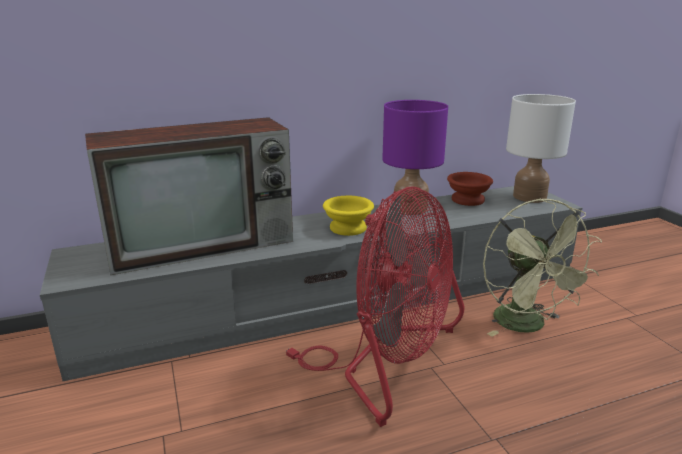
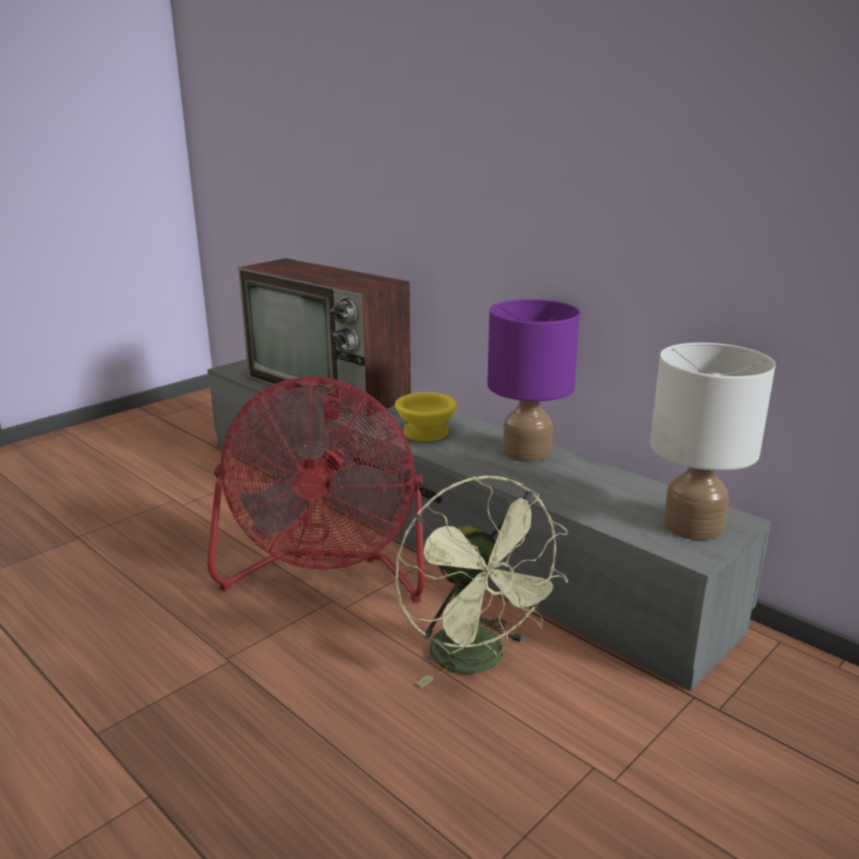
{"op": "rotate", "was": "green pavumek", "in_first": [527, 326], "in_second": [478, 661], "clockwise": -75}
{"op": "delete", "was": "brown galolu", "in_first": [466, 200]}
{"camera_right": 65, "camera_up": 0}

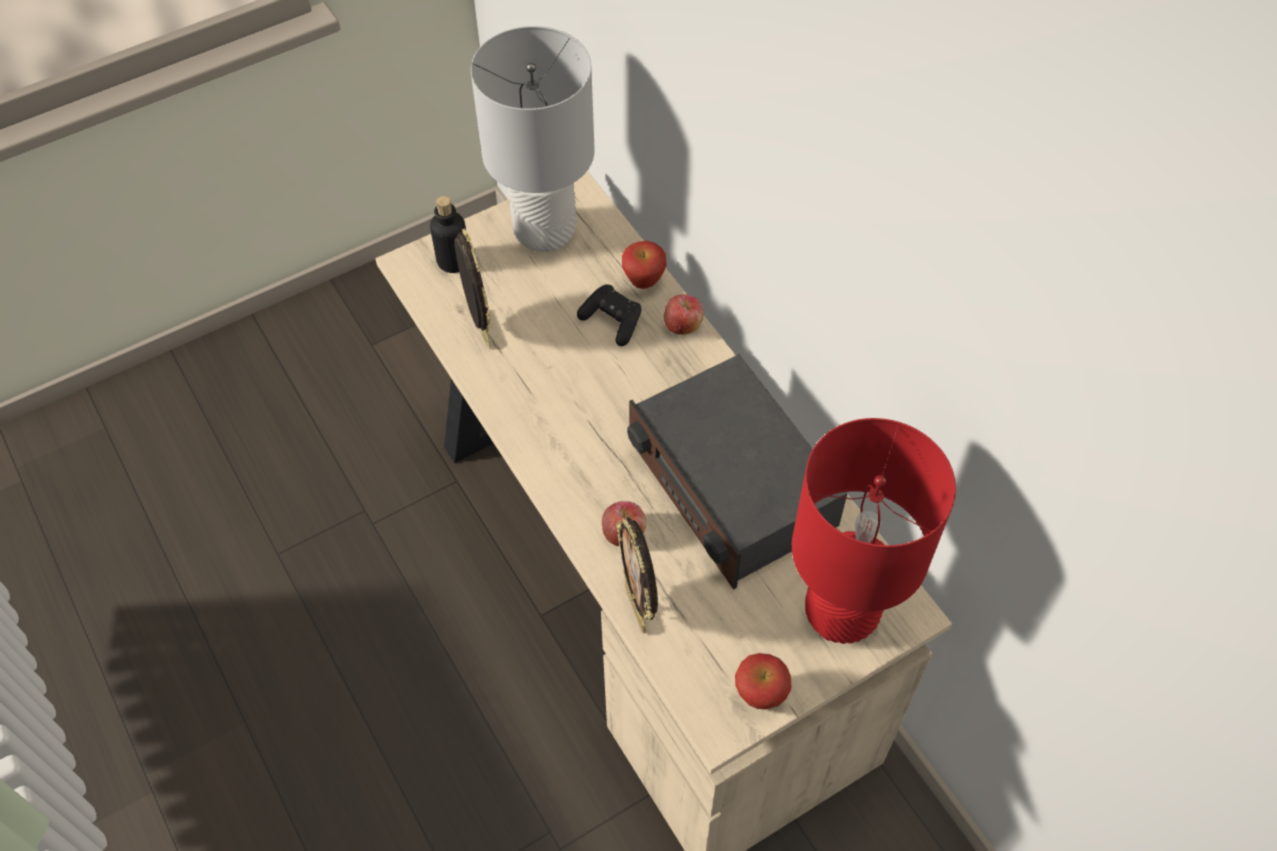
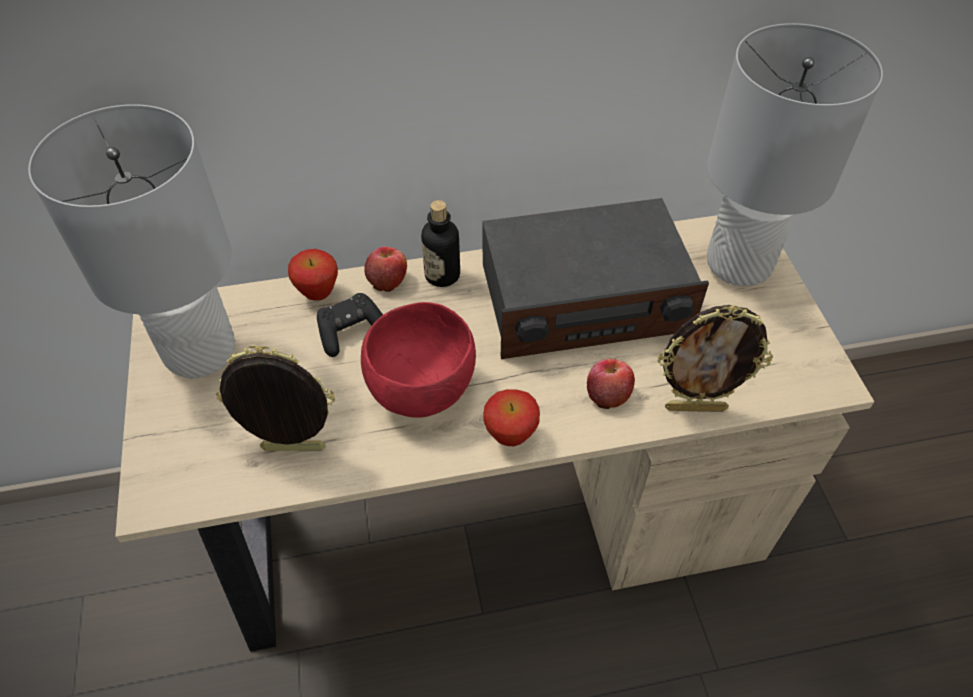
{"op": "insert", "now": "red galolu", "in_second": [420, 390]}
{"op": "move", "was": "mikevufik", "in_first": [453, 261], "in_second": [442, 275]}
{"op": "move", "was": "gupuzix", "in_first": [760, 696], "in_second": [510, 437]}
{"op": "recolor", "was": "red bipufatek", "now": "grey bipufatek", "in_first": [839, 614], "in_second": [736, 269]}
{"camera_right": -70, "camera_up": -5}

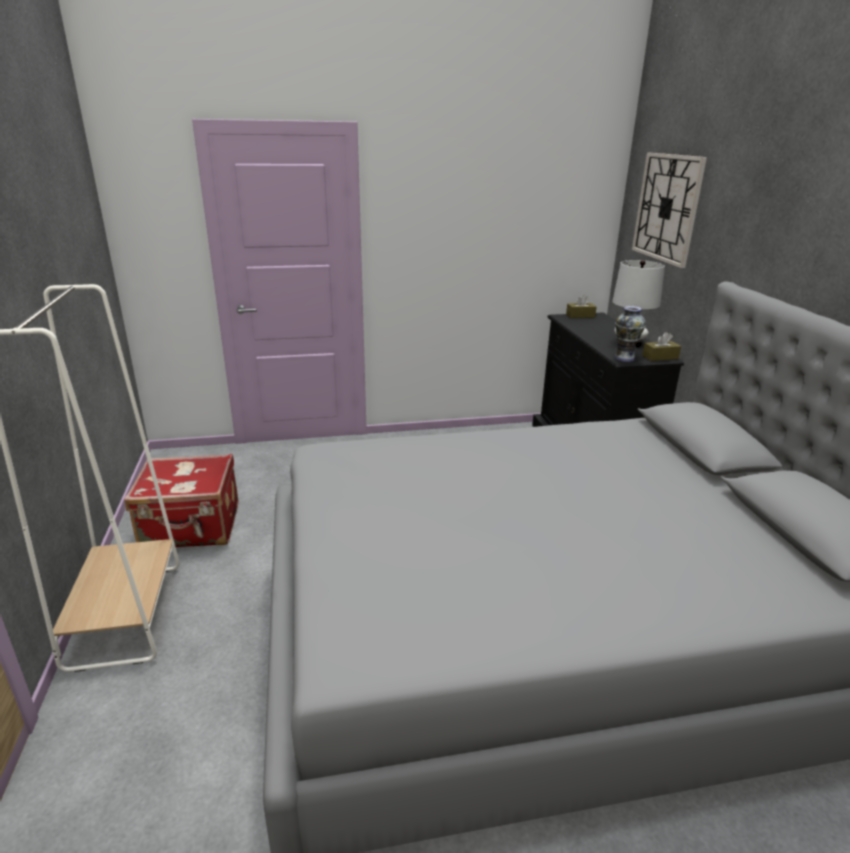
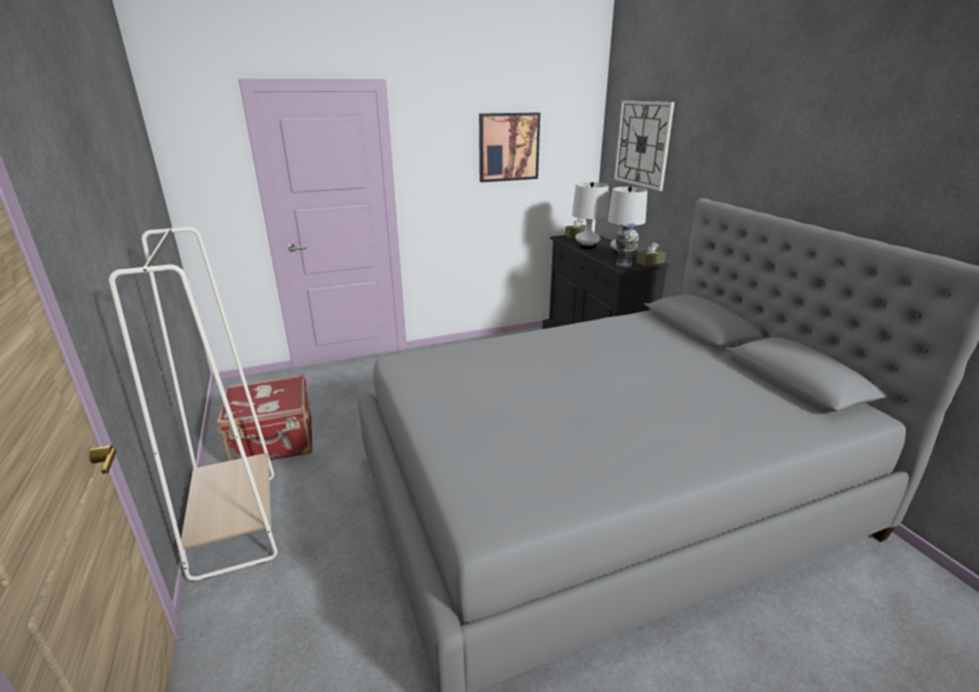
{"op": "insert", "now": "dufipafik", "in_second": [508, 147]}
{"op": "insert", "now": "white bipufatek", "in_second": [587, 246]}
{"camera_right": -10, "camera_up": 0}

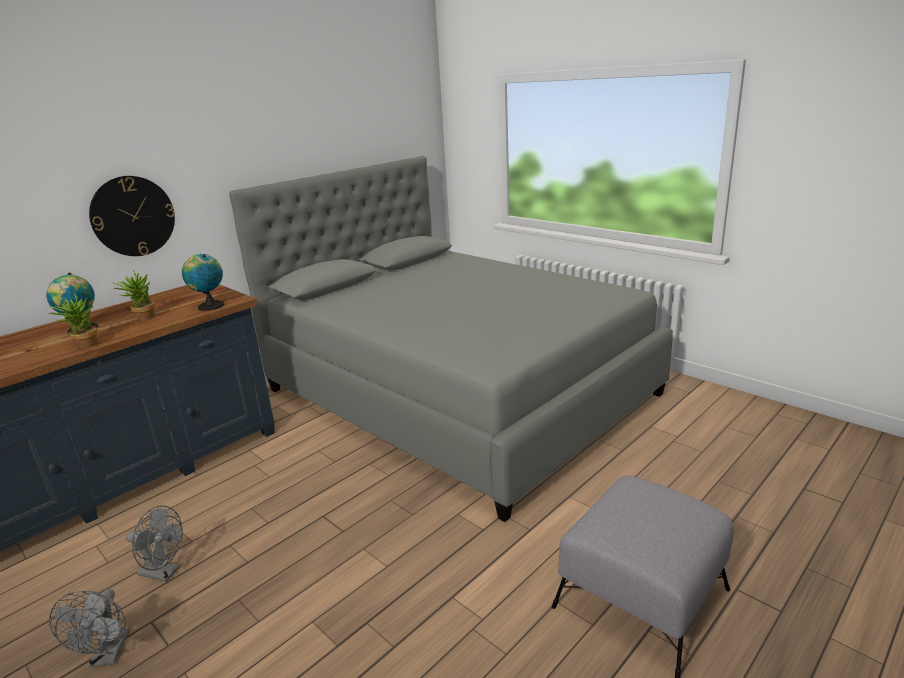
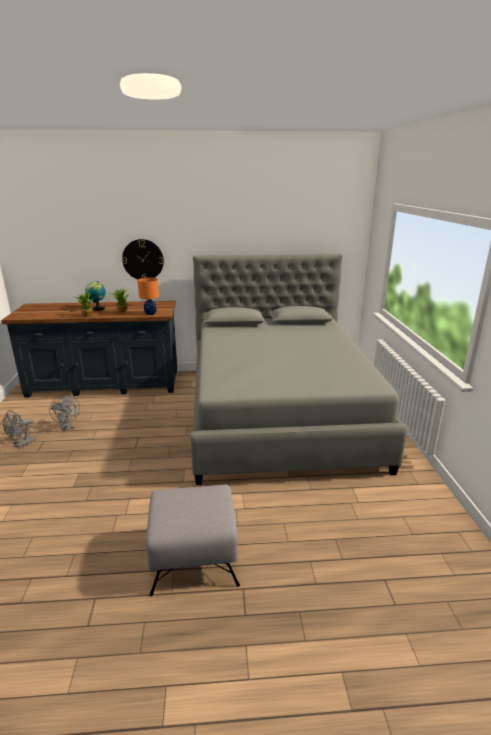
{"op": "replace", "was": "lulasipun", "now": "orange bipufatek", "in_first": [209, 306], "in_second": [150, 313]}
{"camera_right": 40, "camera_up": 0}

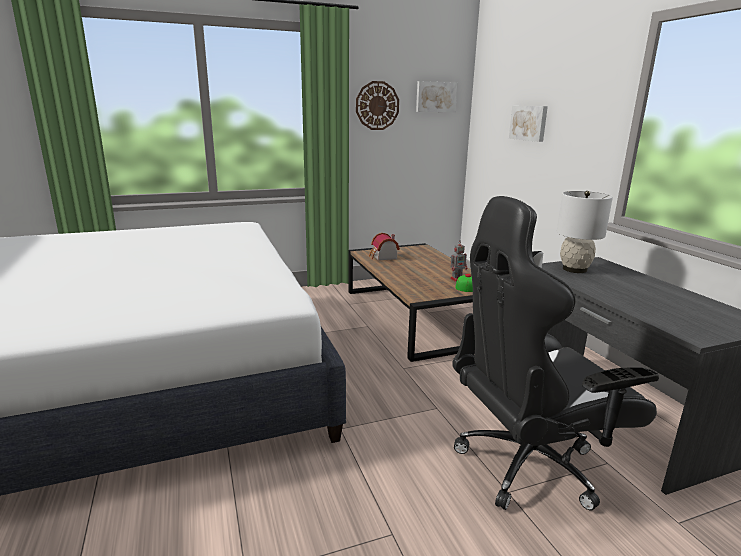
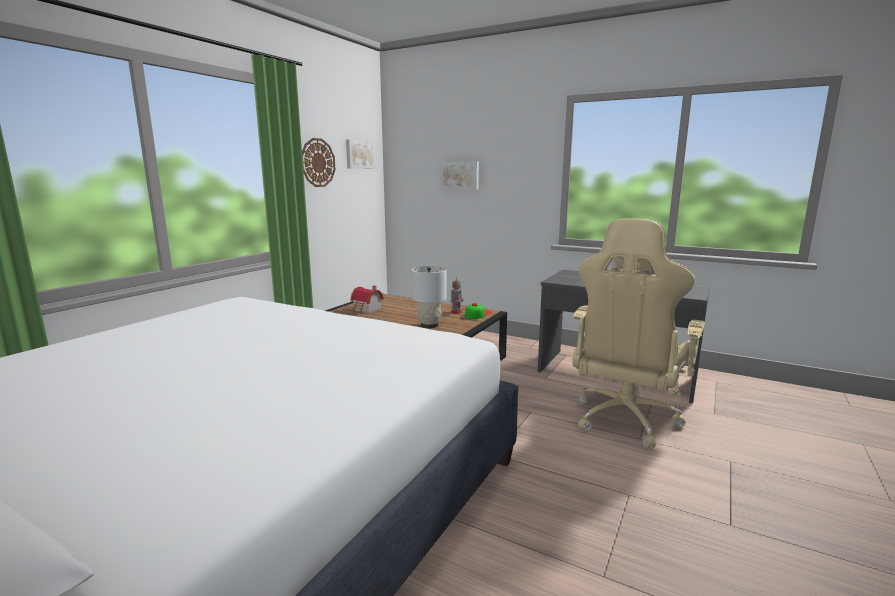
{"op": "move", "was": "white bipufatek", "in_first": [574, 269], "in_second": [429, 325]}
{"op": "recolor", "was": "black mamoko", "now": "beige mamoko", "in_first": [534, 462], "in_second": [625, 417]}
{"camera_right": -40, "camera_up": -5}

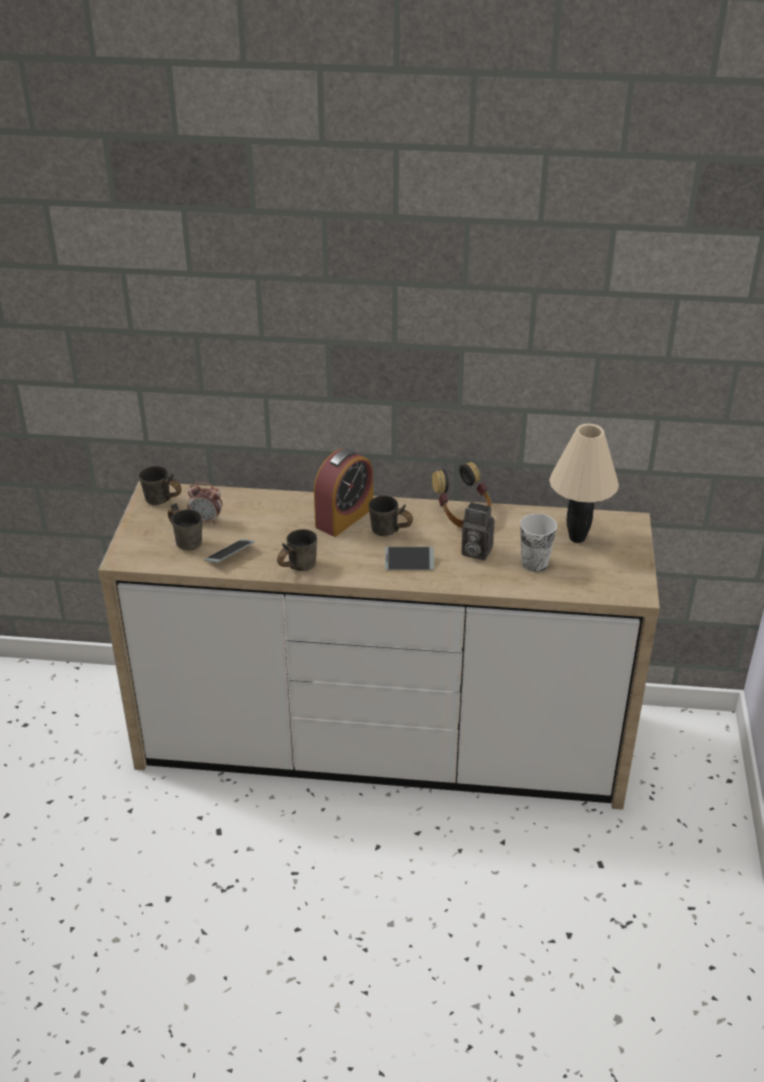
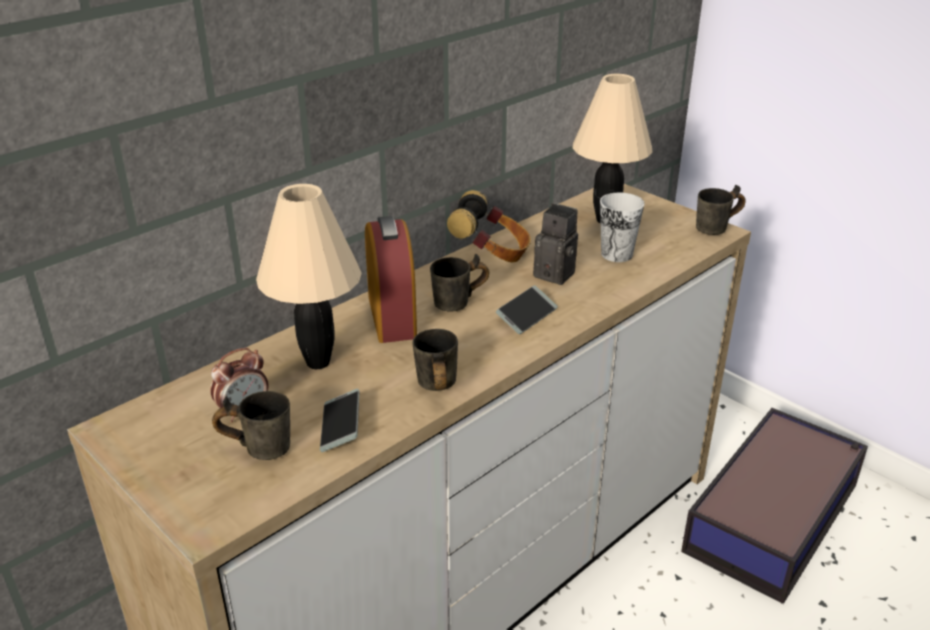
{"op": "insert", "now": "beige bipufatek", "in_second": [317, 362]}
{"op": "rotate", "was": "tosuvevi", "in_first": [474, 551], "in_second": [557, 274], "clockwise": -120}
{"op": "insert", "now": "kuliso", "in_second": [774, 516]}
{"op": "move", "was": "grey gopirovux", "in_first": [161, 503], "in_second": [718, 230]}
{"camera_right": -50, "camera_up": -5}

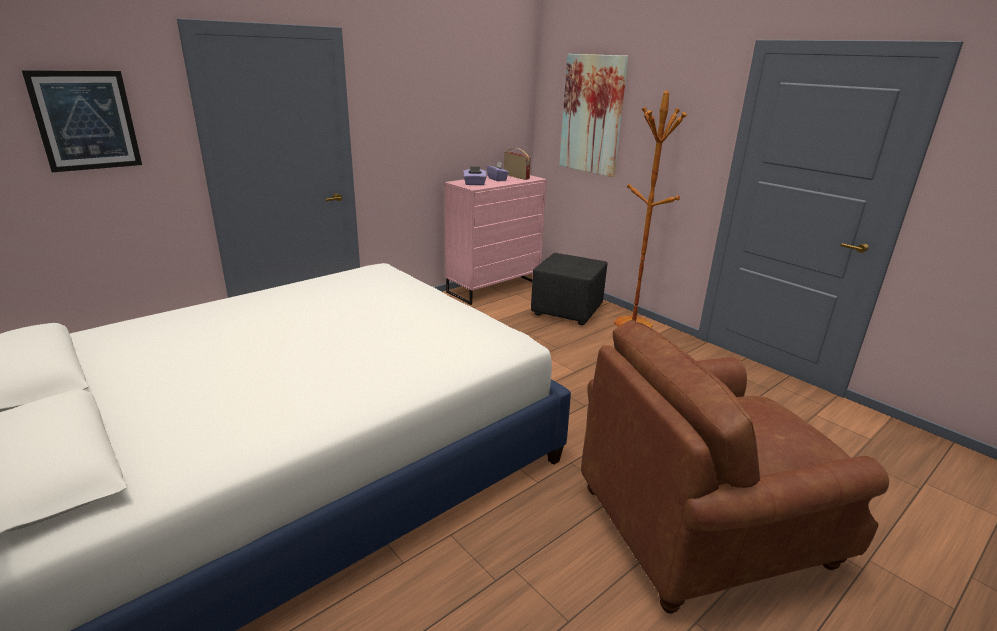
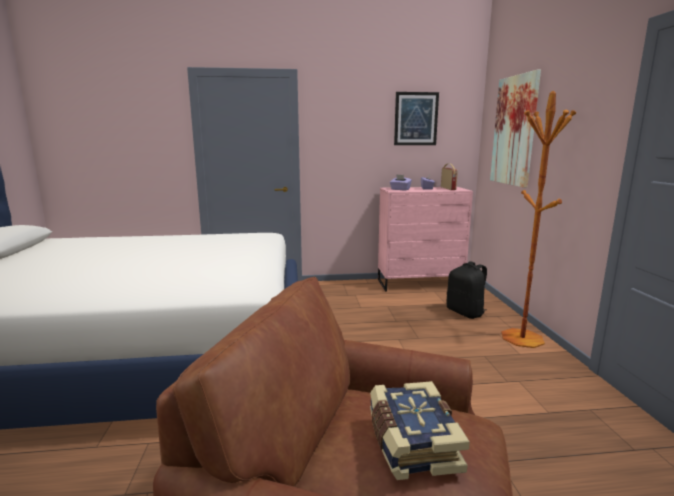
{"op": "insert", "now": "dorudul", "in_second": [411, 442]}
{"op": "move", "was": "dufipafik", "in_first": [85, 120], "in_second": [415, 119]}
{"op": "replace", "was": "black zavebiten", "now": "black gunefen", "in_first": [567, 311], "in_second": [466, 312]}
{"camera_right": 35, "camera_up": -10}

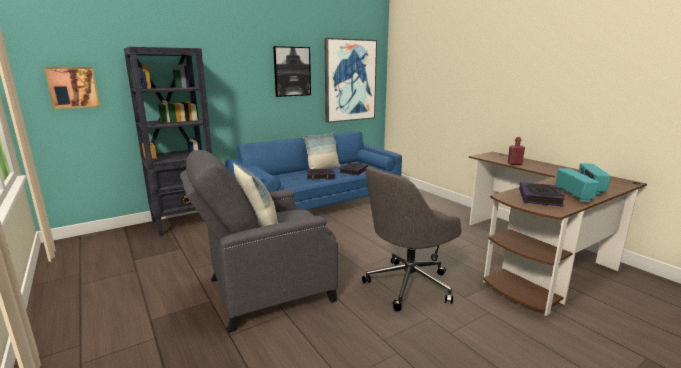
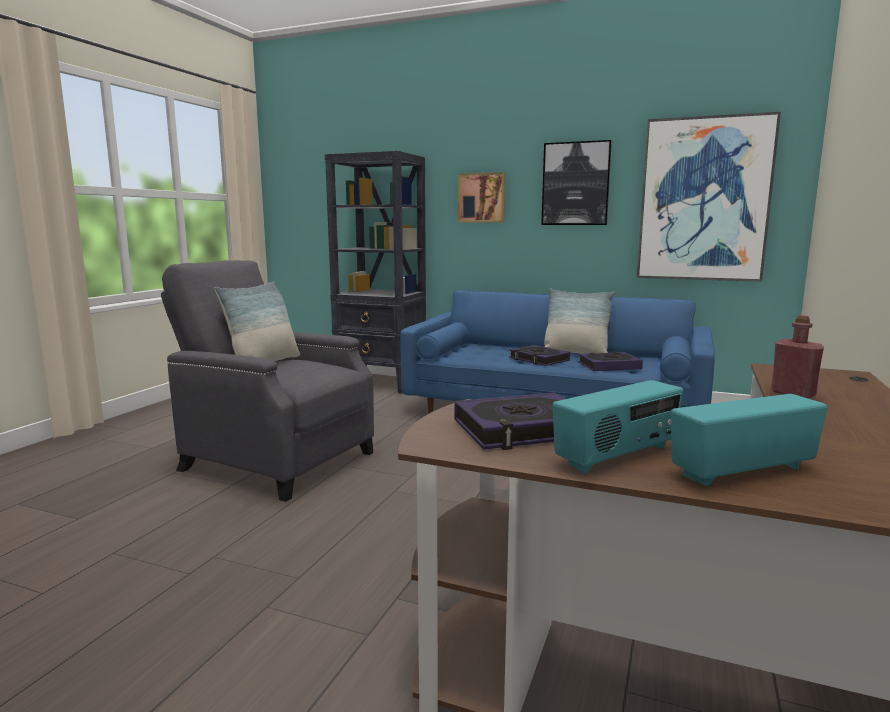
{"op": "move", "was": "dufipafik", "in_first": [73, 87], "in_second": [482, 198]}
{"op": "delete", "was": "grey mamoko", "in_first": [408, 285]}
{"camera_right": 55, "camera_up": -5}

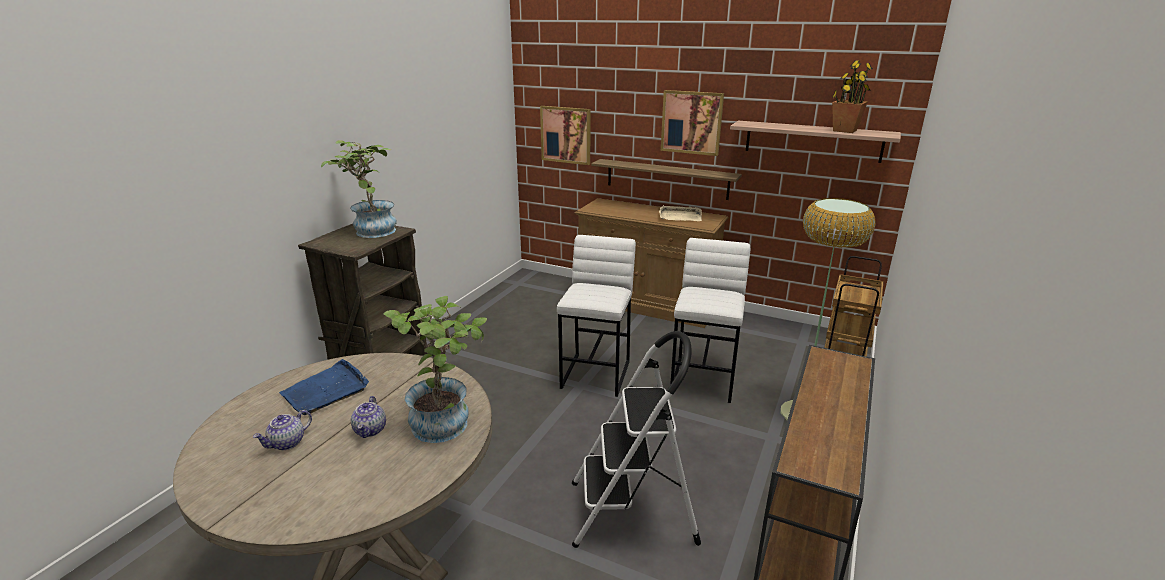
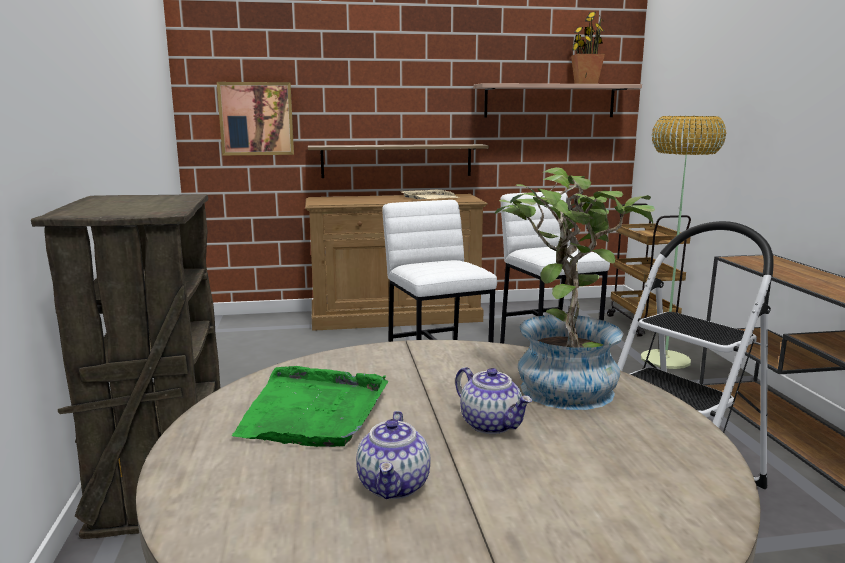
{"op": "recolor", "was": "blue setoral", "now": "green setoral", "in_first": [326, 390], "in_second": [313, 411]}
{"op": "delete", "was": "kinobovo", "in_first": [370, 230]}
{"op": "delete", "was": "dufipafik", "in_first": [691, 122]}
{"camera_right": -35, "camera_up": -10}

